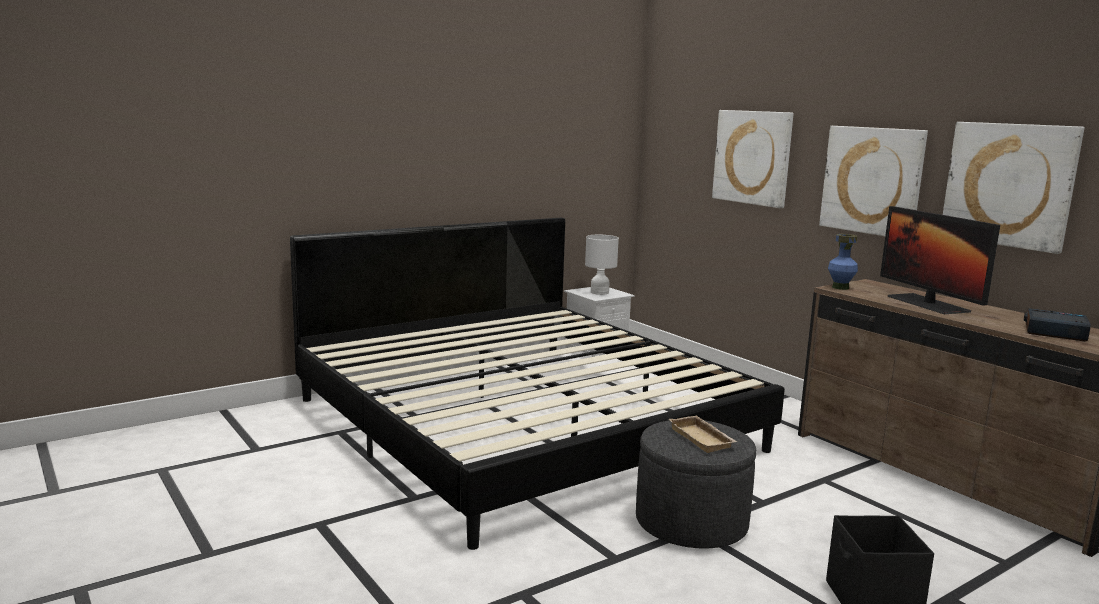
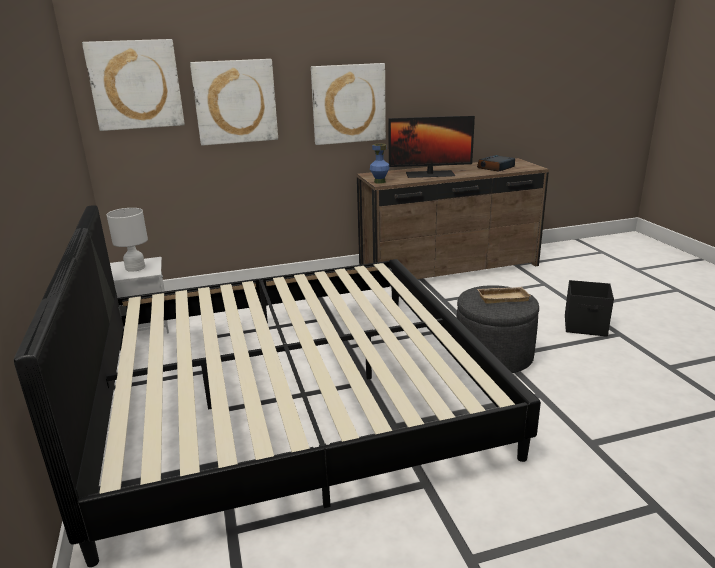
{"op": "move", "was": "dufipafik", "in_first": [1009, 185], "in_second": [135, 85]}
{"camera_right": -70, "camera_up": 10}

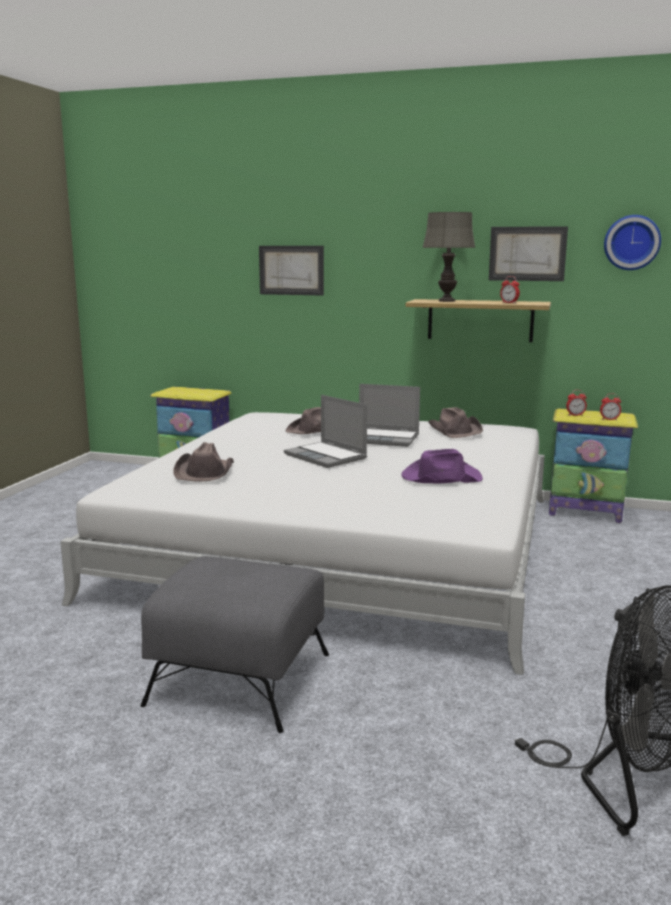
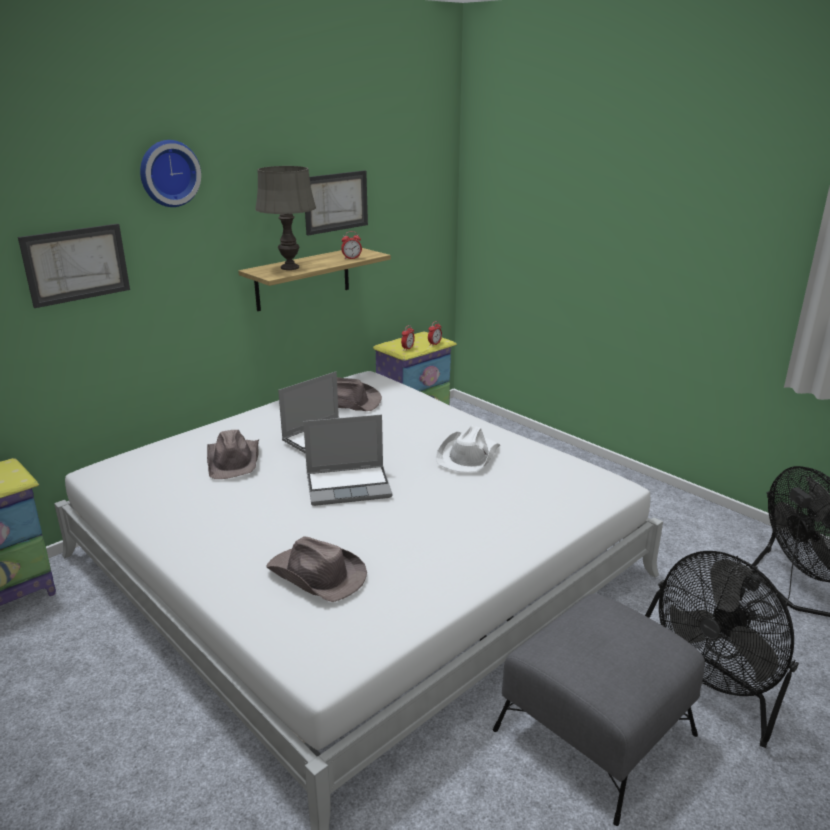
{"op": "move", "was": "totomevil", "in_first": [631, 242], "in_second": [168, 173]}
{"op": "recolor", "was": "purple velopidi", "now": "white velopidi", "in_first": [440, 477], "in_second": [468, 456]}
{"op": "insert", "now": "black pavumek", "in_second": [711, 682]}
{"camera_right": -60, "camera_up": 10}

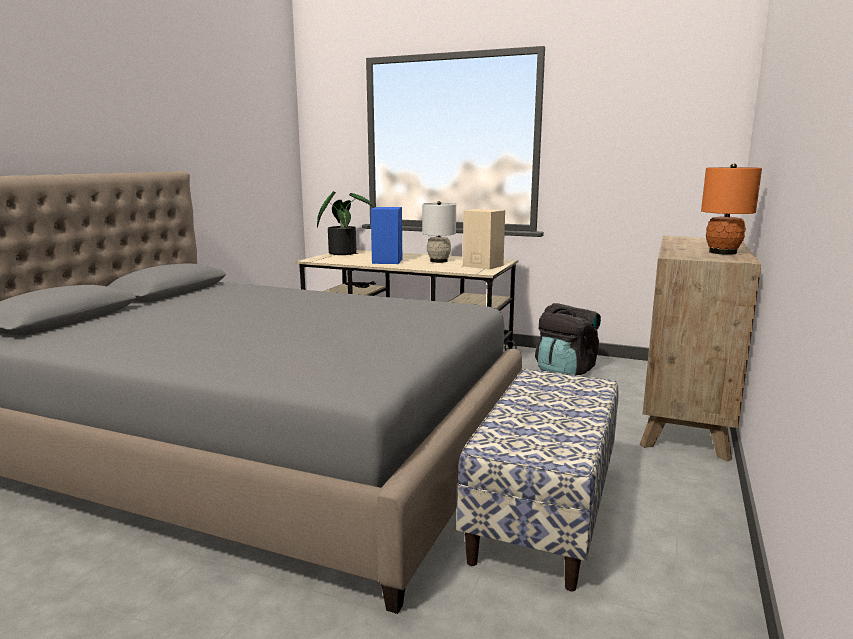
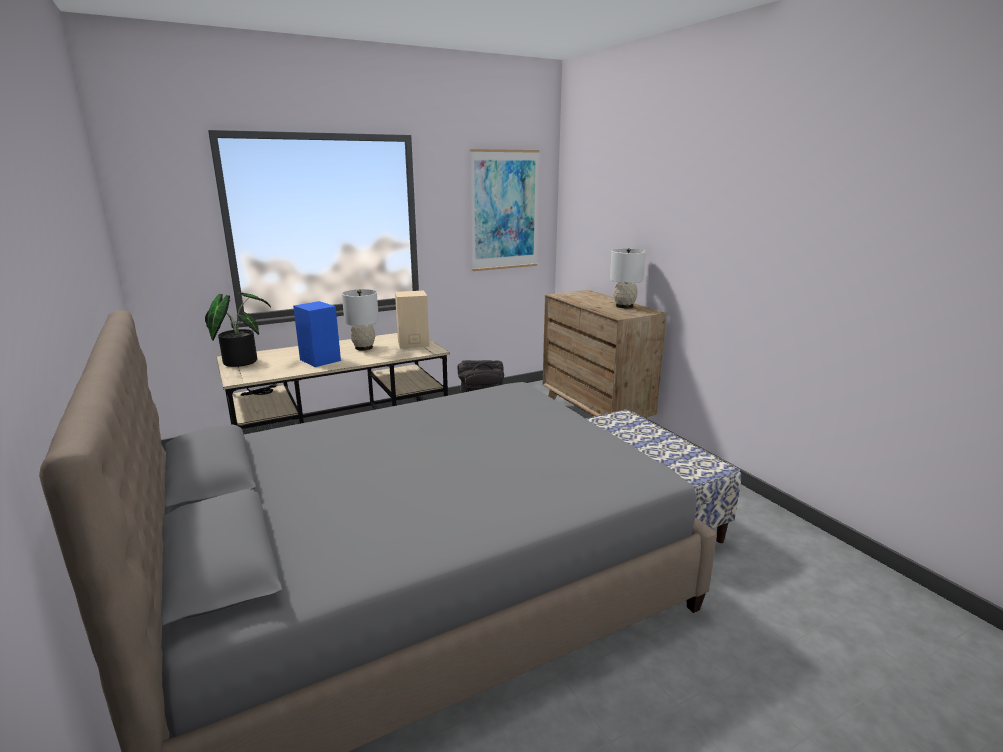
{"op": "insert", "now": "dufipafik", "in_second": [504, 210]}
{"op": "recolor", "was": "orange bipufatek", "now": "white bipufatek", "in_first": [722, 252], "in_second": [624, 306]}
{"camera_right": -50, "camera_up": 5}

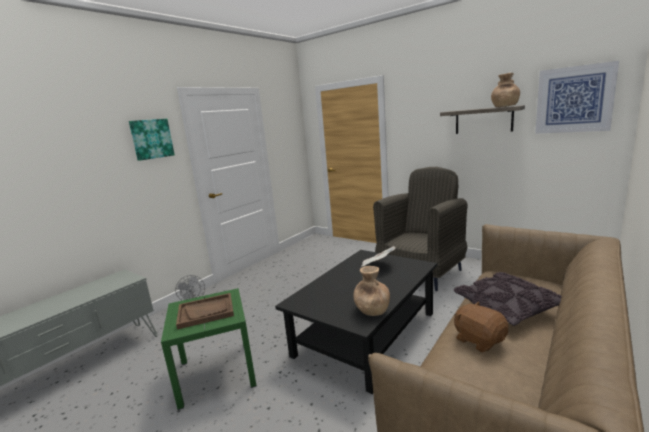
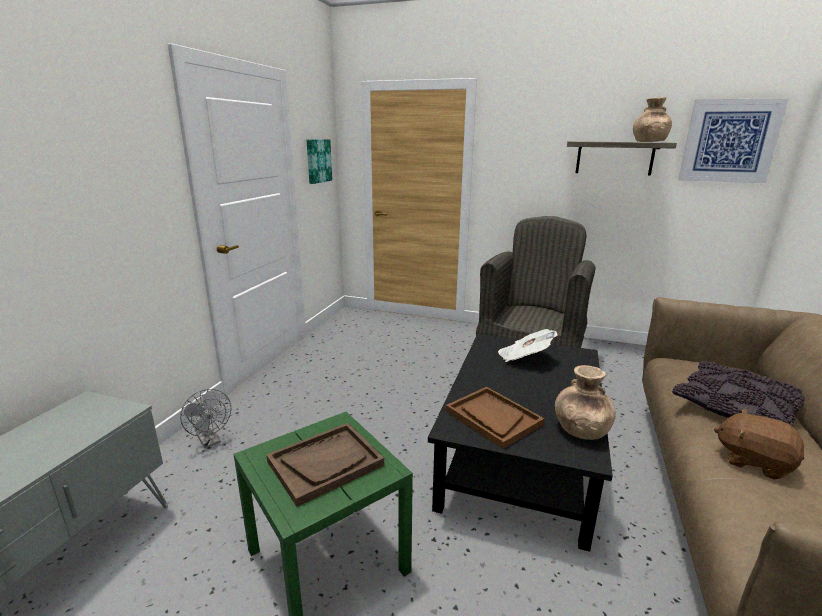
{"op": "move", "was": "dufipafik", "in_first": [151, 139], "in_second": [318, 161]}
{"op": "insert", "now": "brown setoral", "in_second": [493, 418]}
{"camera_right": -20, "camera_up": 5}

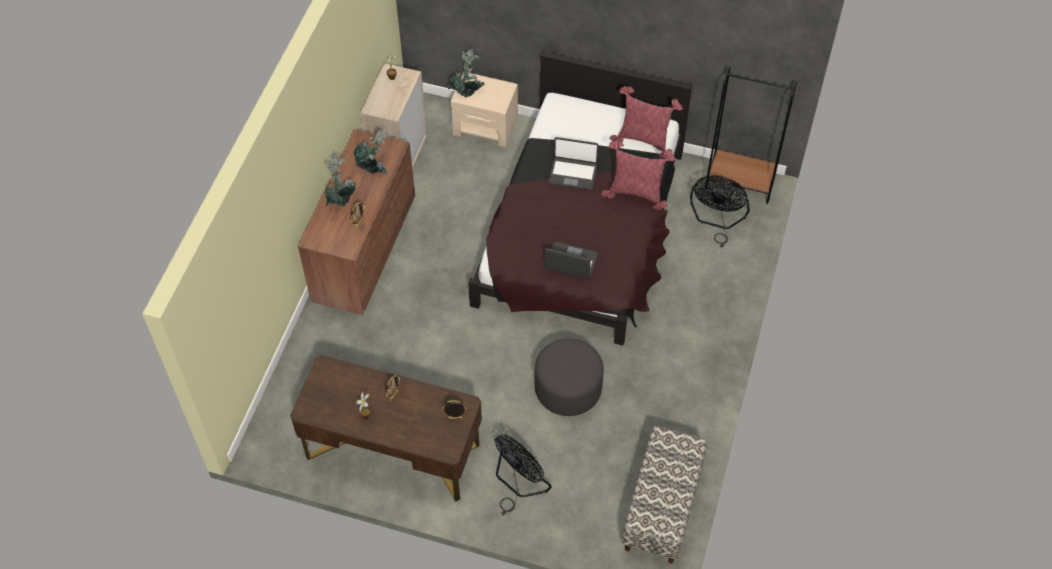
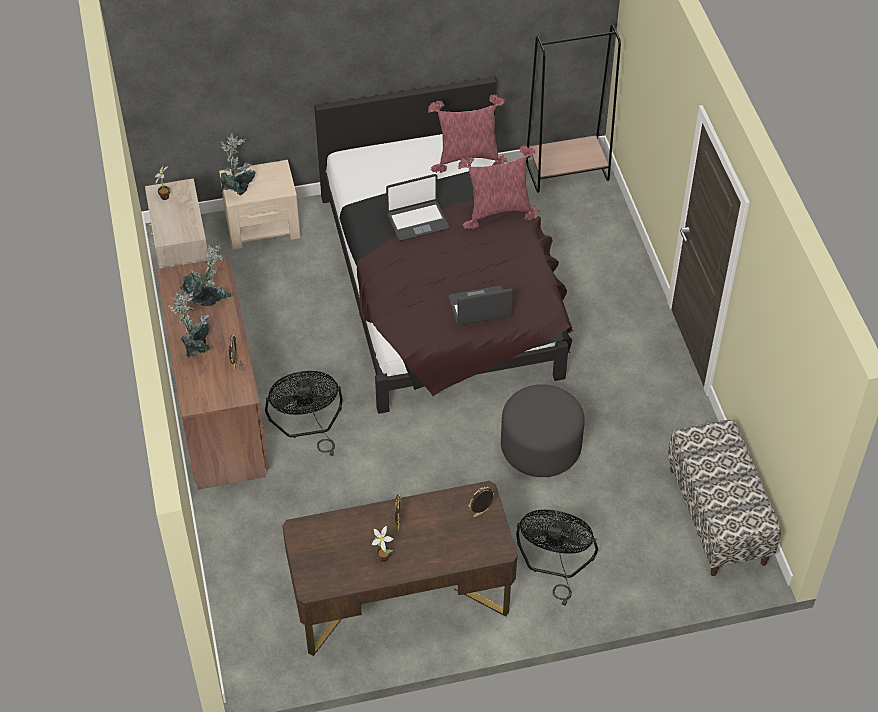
{"op": "move", "was": "black pavumek", "in_first": [717, 220], "in_second": [310, 426]}
{"camera_right": -30, "camera_up": -5}

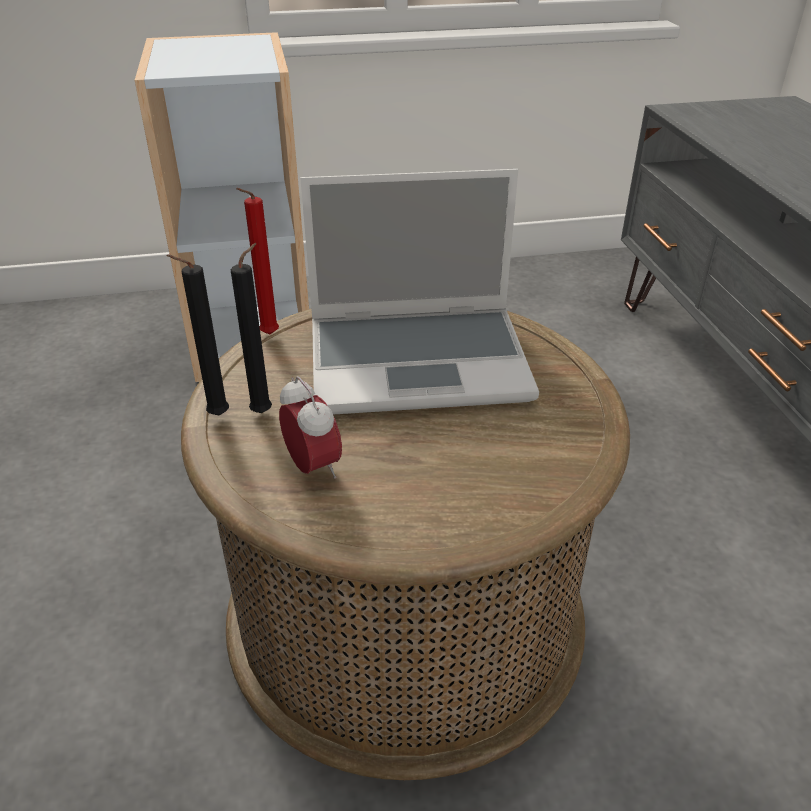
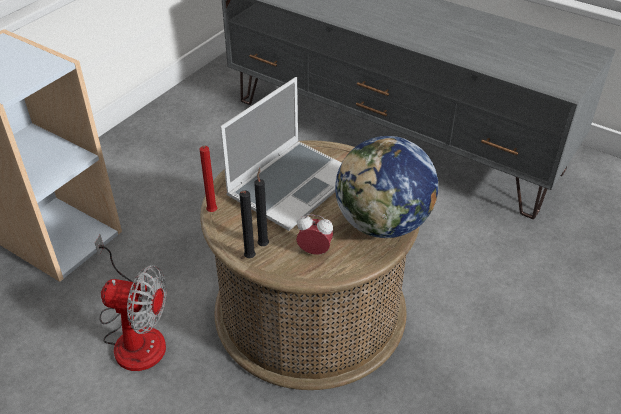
{"op": "insert", "now": "pavumek", "in_second": [135, 334]}
{"op": "insert", "now": "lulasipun", "in_second": [383, 224]}
{"camera_right": -45, "camera_up": 5}

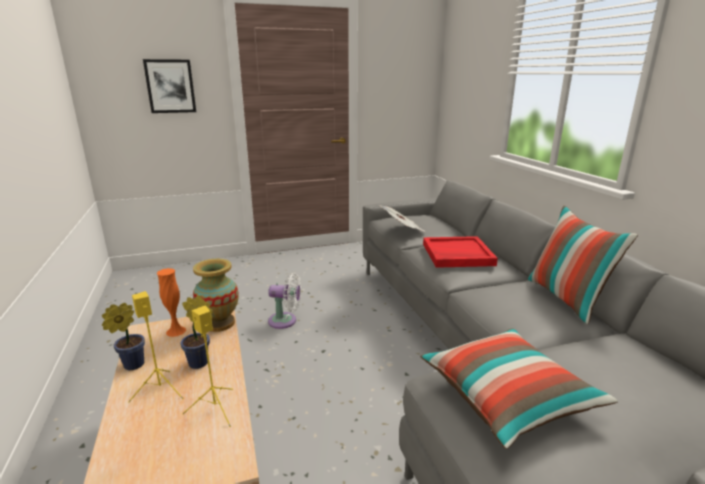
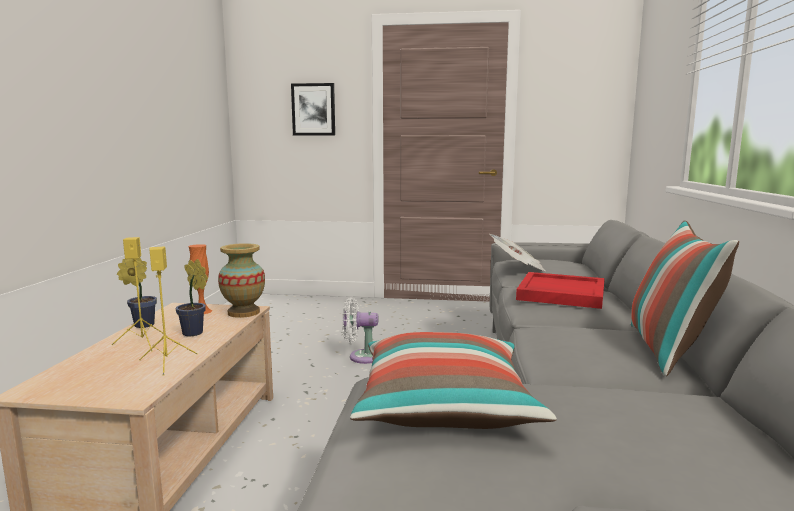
{"op": "rotate", "was": "white pavumek", "in_first": [285, 321], "in_second": [362, 357], "clockwise": 150}
{"camera_right": 25, "camera_up": -10}

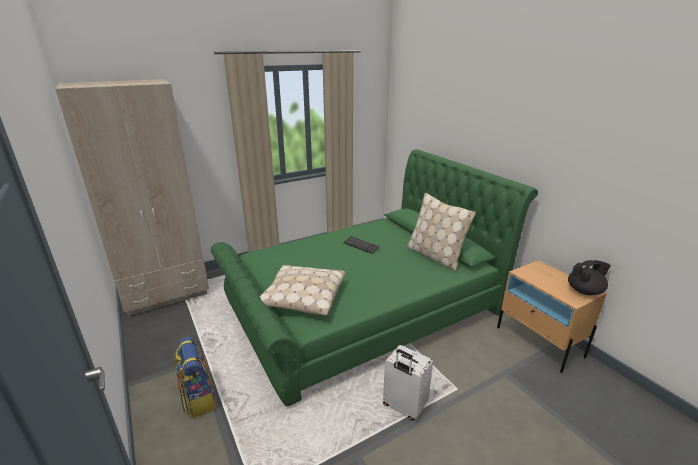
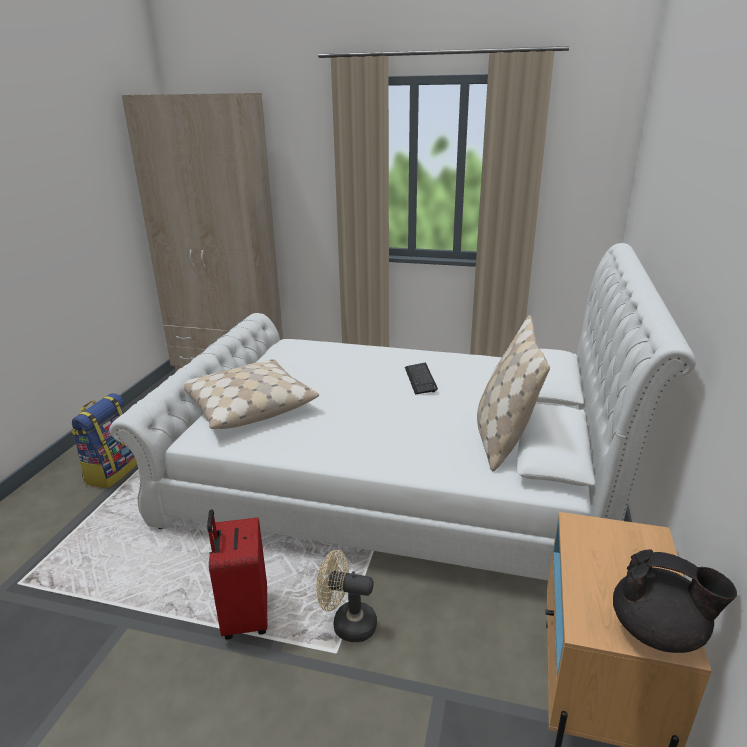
{"op": "recolor", "was": "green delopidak", "now": "white delopidak", "in_first": [363, 304], "in_second": [393, 474]}
{"op": "recolor", "was": "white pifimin", "now": "red pifimin", "in_first": [403, 406], "in_second": [244, 617]}
{"op": "insert", "now": "beige pavumek", "in_second": [347, 624]}
{"camera_right": 45, "camera_up": 0}

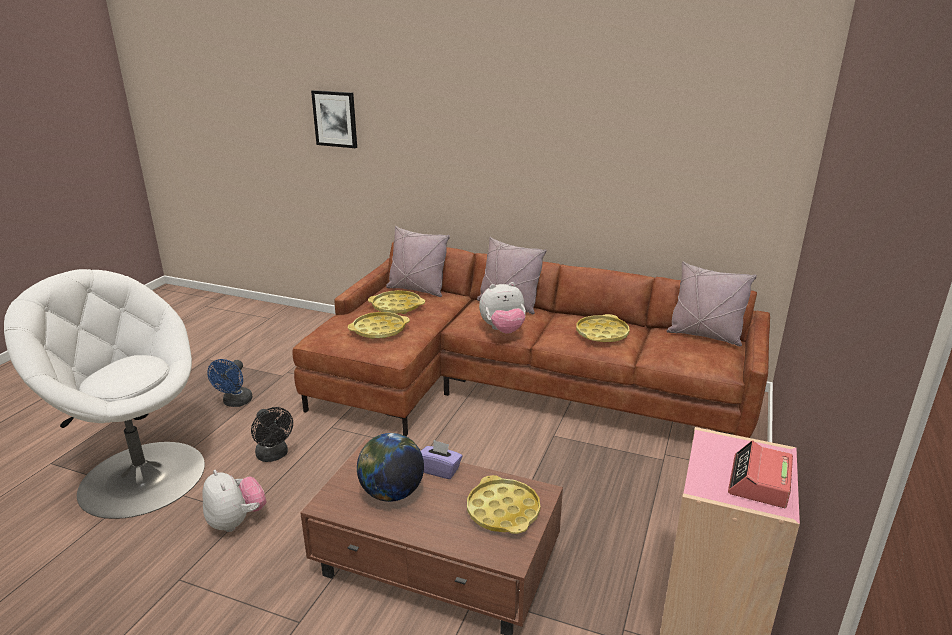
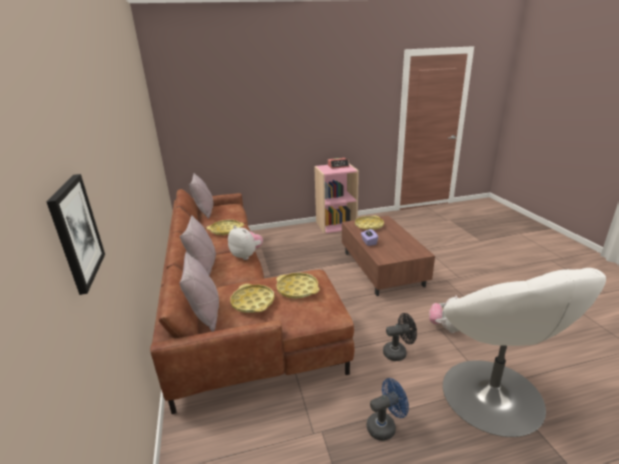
{"op": "rotate", "was": "black pavumek", "in_first": [274, 456], "in_second": [398, 352], "clockwise": 60}
{"op": "delete", "was": "lulasipun", "in_first": [392, 493]}
{"camera_right": -125, "camera_up": 0}

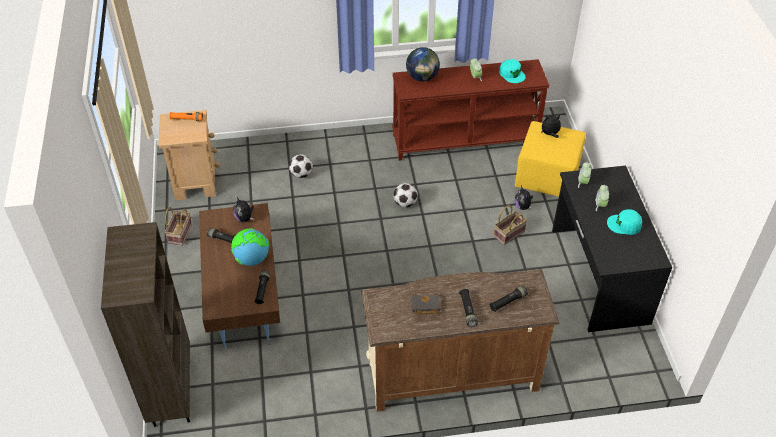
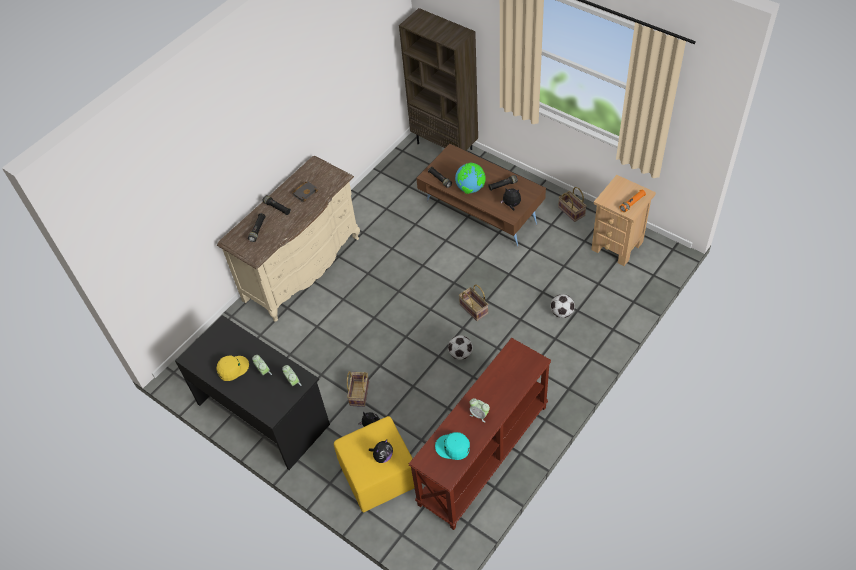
{"op": "recolor", "was": "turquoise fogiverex", "now": "yellow fogiverex", "in_first": [624, 225], "in_second": [232, 368]}
{"op": "insert", "now": "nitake", "in_second": [472, 309]}
{"op": "delete", "was": "lulasipun", "in_first": [422, 77]}
{"camera_right": 140, "camera_up": 5}

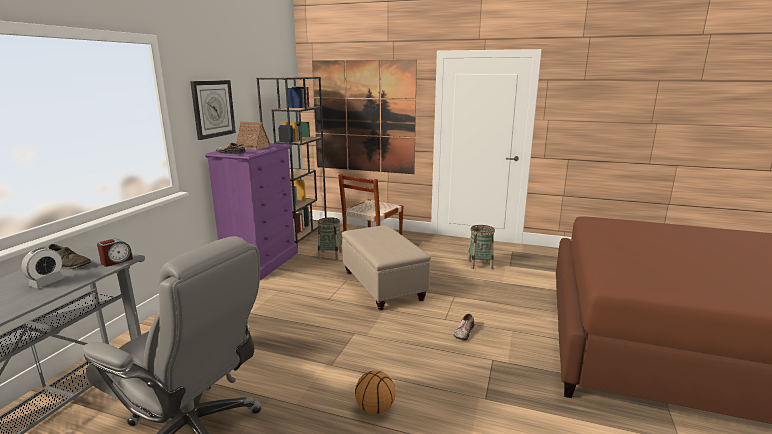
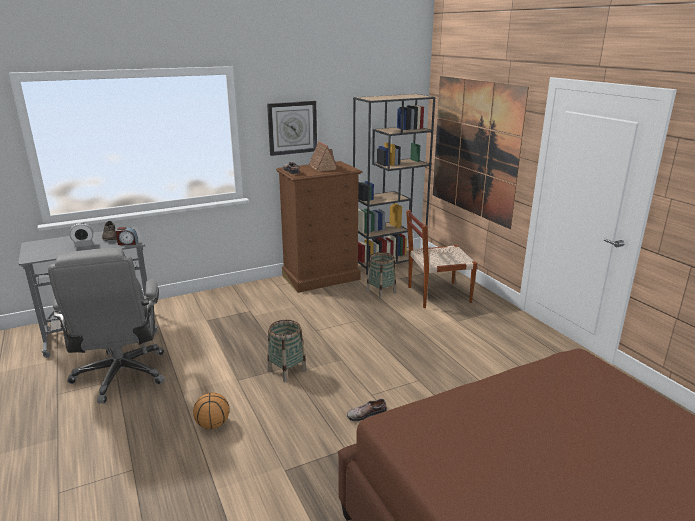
{"op": "move", "was": "nitake", "in_first": [480, 264], "in_second": [286, 371]}
{"op": "recolor", "was": "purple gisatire", "now": "brown gisatire", "in_first": [261, 262], "in_second": [321, 277]}
{"op": "delete", "was": "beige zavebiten", "in_first": [382, 285]}
{"camera_right": 45, "camera_up": 5}

